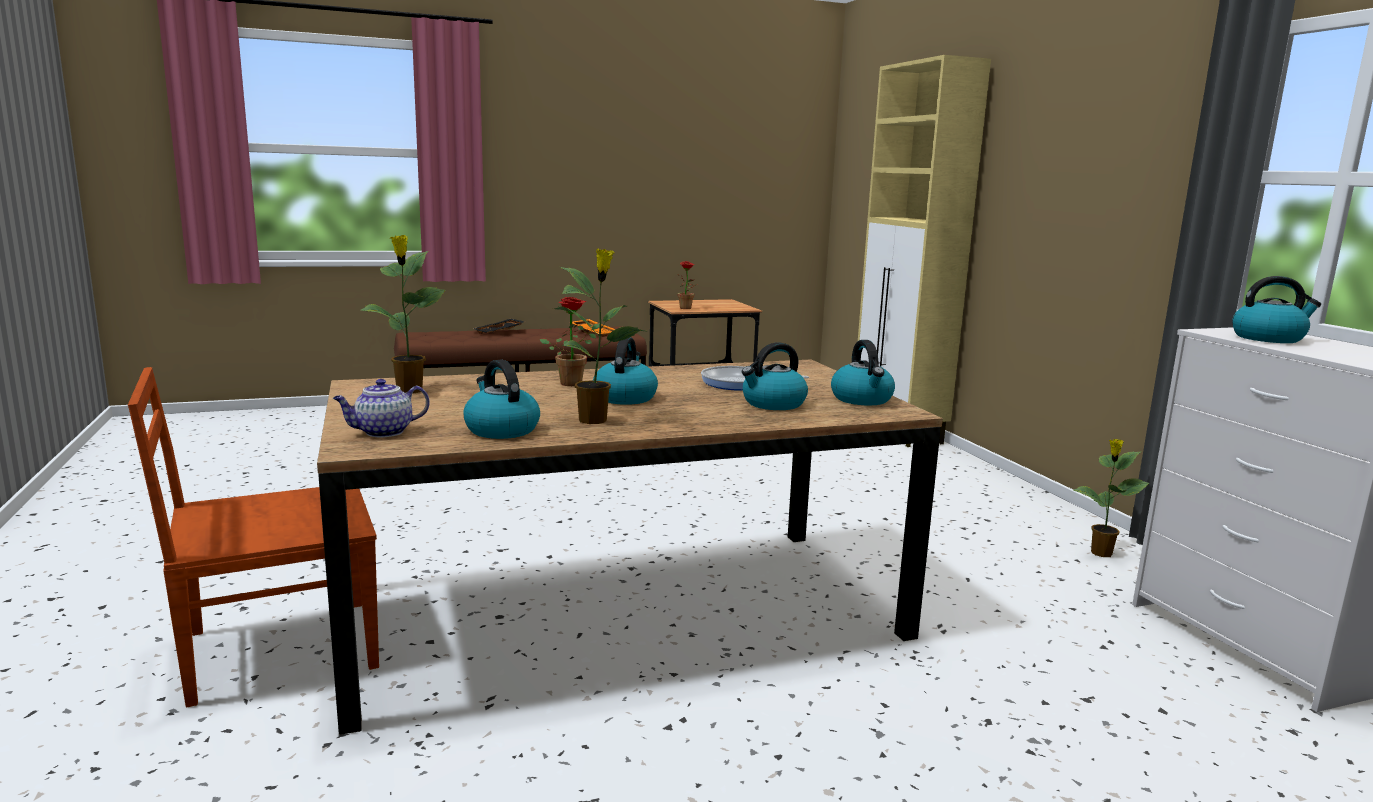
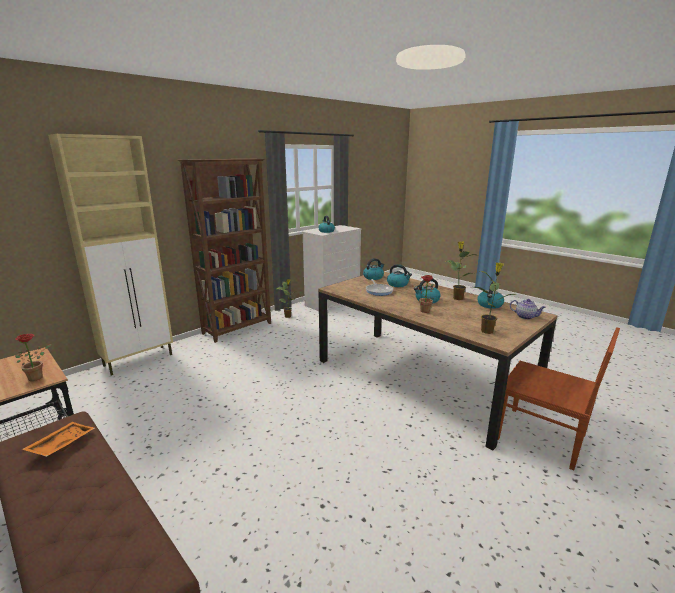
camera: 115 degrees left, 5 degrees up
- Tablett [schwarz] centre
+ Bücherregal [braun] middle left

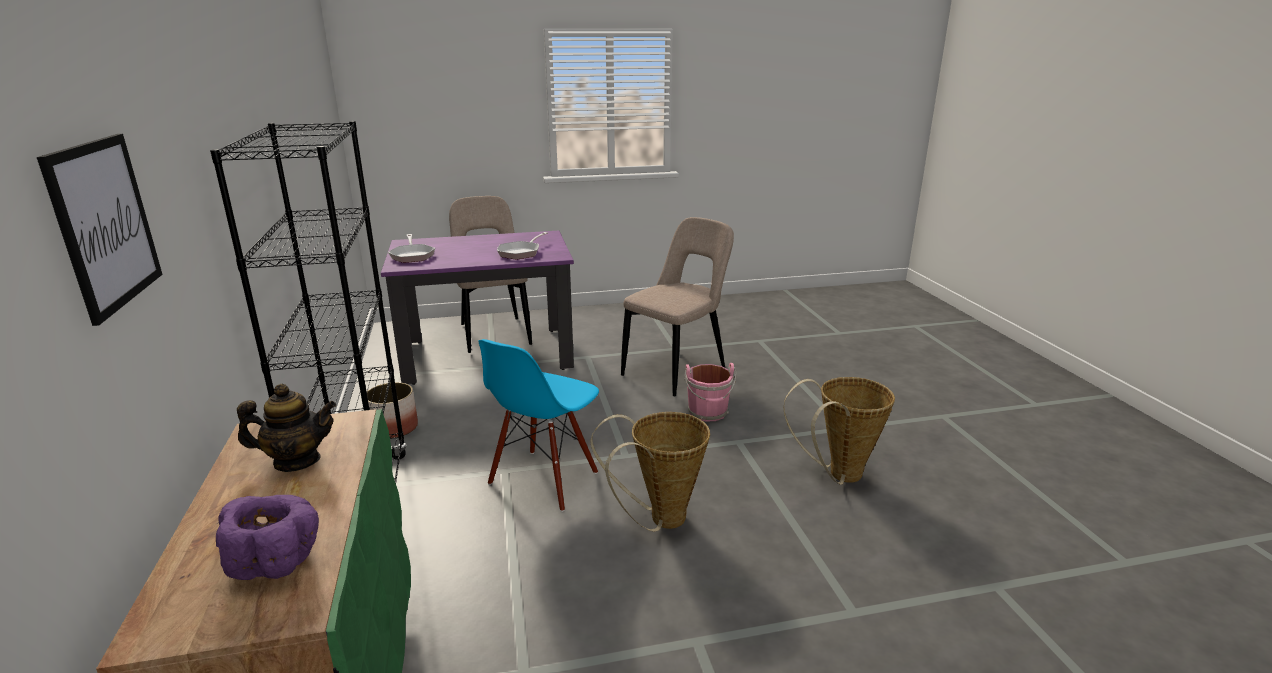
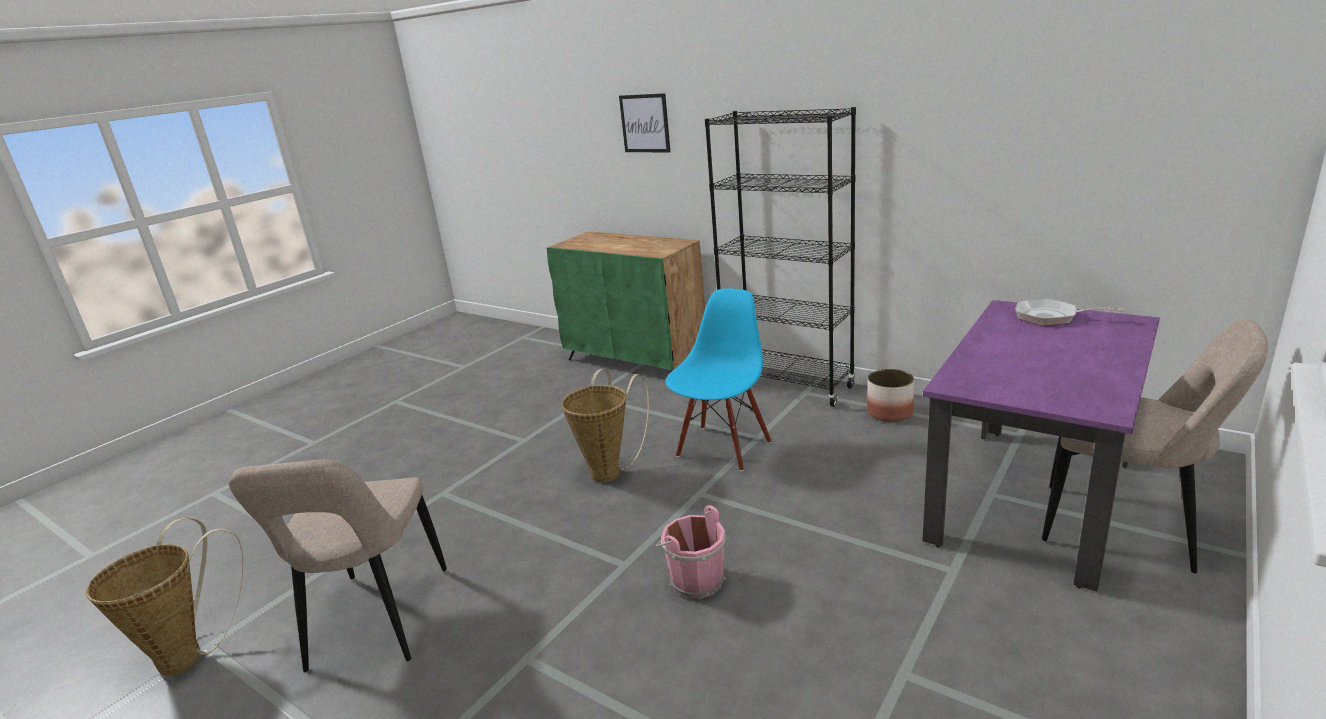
camera: 140 degrees right, 0 degrees up
- Schüssel [lila] bottom left
- Teekanne middle left
~ Stuhl [blau] centre = centre 45 degrees clockwise
- Pfanne (no. 2 from left) centre
~ Stuhl [beige] (no. 2 from left in the first image) centre to Stuhl [beige] (no. 1 from left) bottom left
~ Korb (no. 2 from left in the first image) centre to Korb (no. 1 from left) bottom left

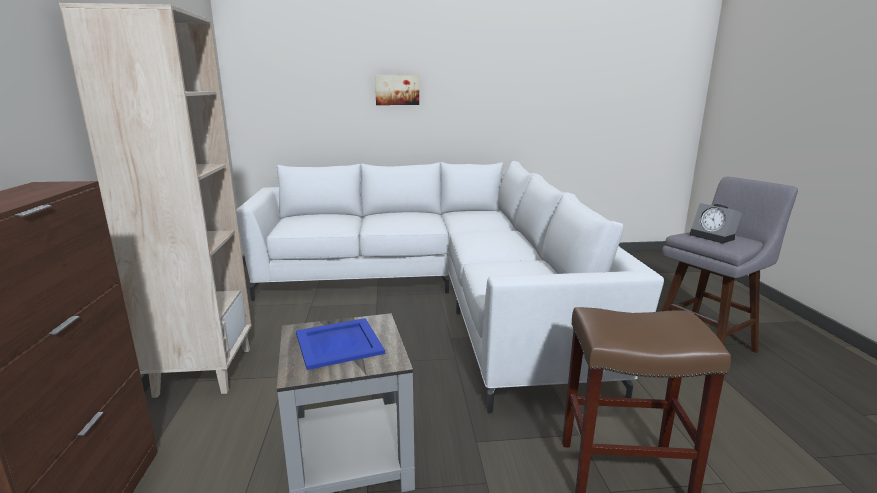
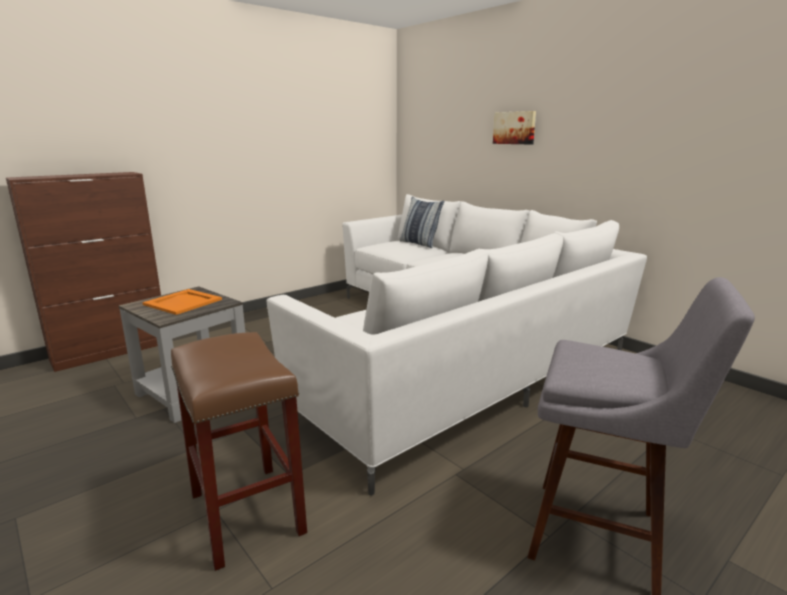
camera: 55 degrees right, 0 degrees up
- Bücherregal [beige] middle left
~ Tablett [blau] bottom centre to Tablett [orange] middle left
- Wecker middle right
+ Kissen centre

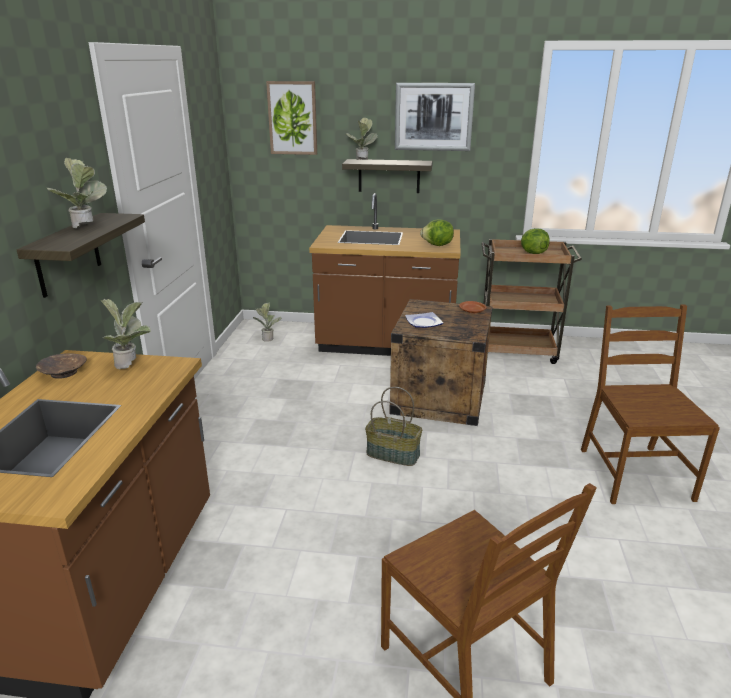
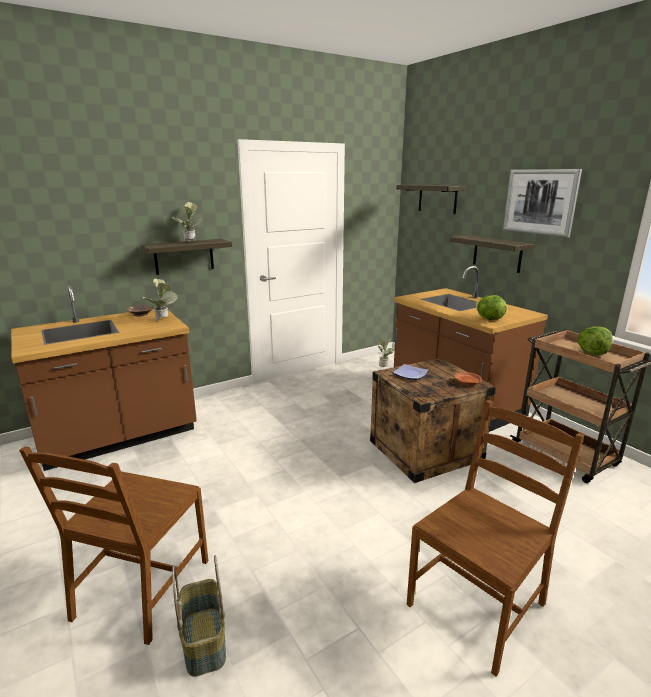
camera: 50 degrees right, 5 degrees down
~ Bild (no. 1 from left) top centre to Wandregal (no. 2 from left) top centre
- Topfpflanze (no. 4 from left) top centre
~ Korb centre to bottom left

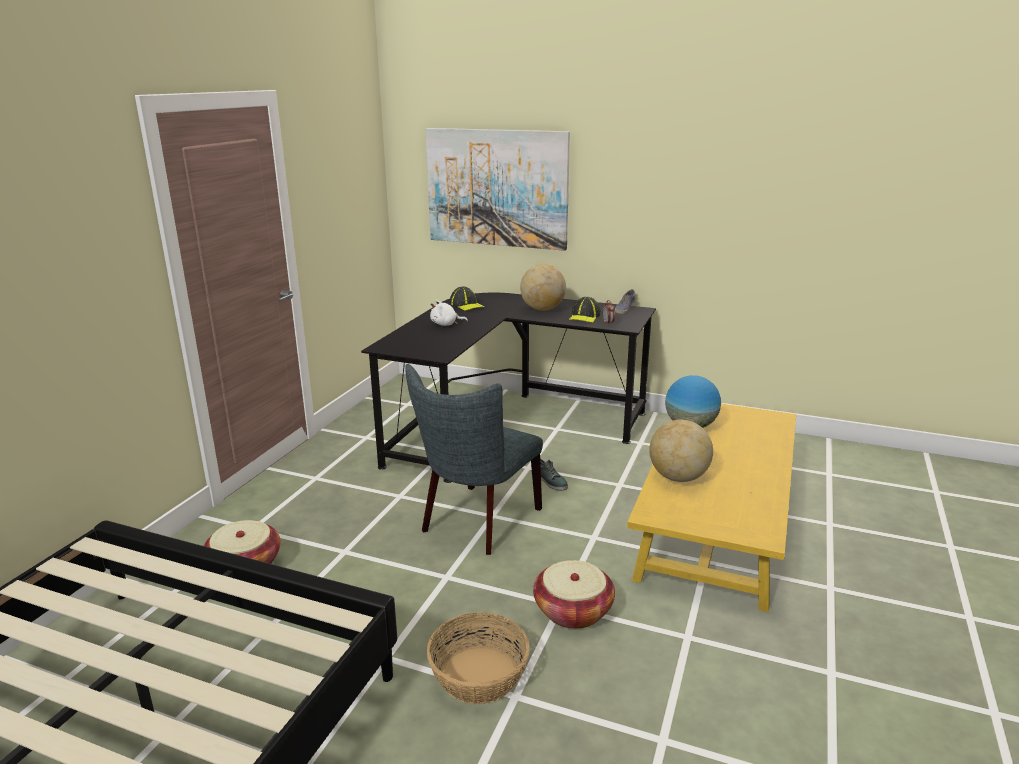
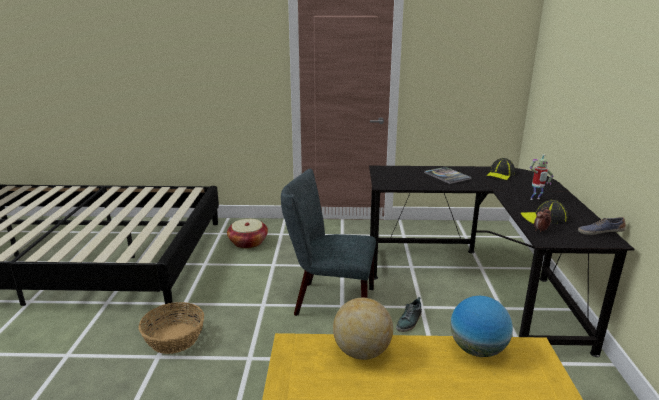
camera: 70 degrees right, 0 degrees up
- Bild top centre
~ Plüschtier [weiß] centre to Buch middle right
~ Globus (no. 1 from left) centre to Spielzeugroboter middle right
- Korb (no. 3 from left) bottom centre

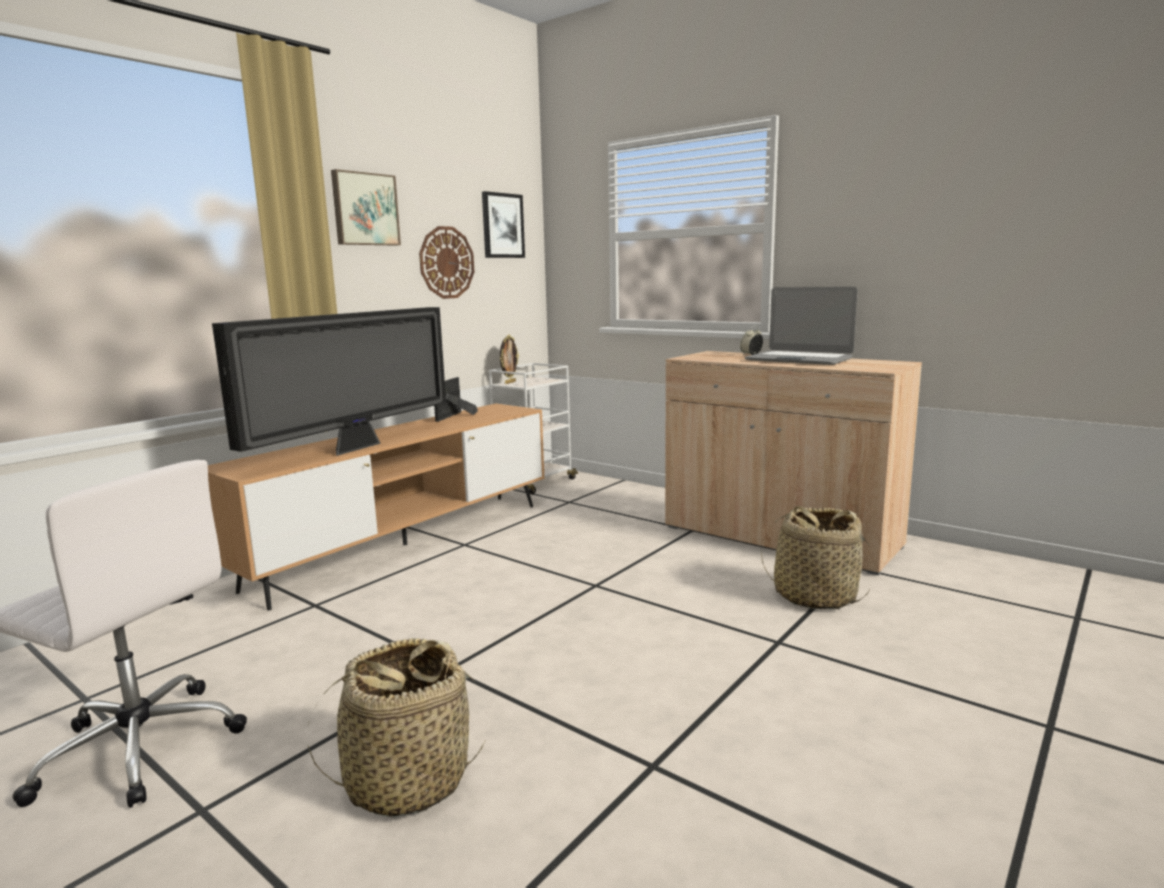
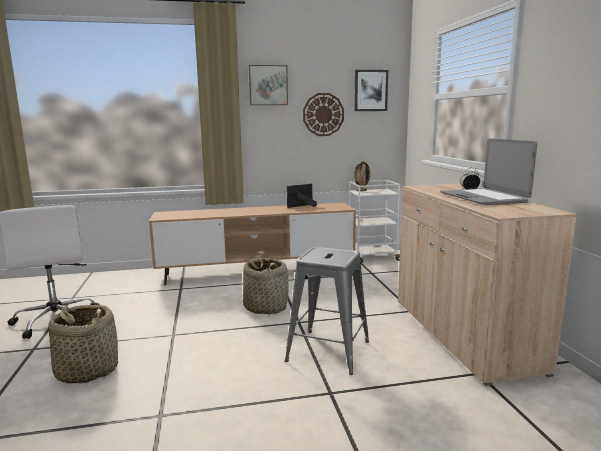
camera: 40 degrees right, 0 degrees up
- Fernseher middle left
~ Korb (no. 2 from left) middle right to centre
+ Hocker [grau] bottom centre

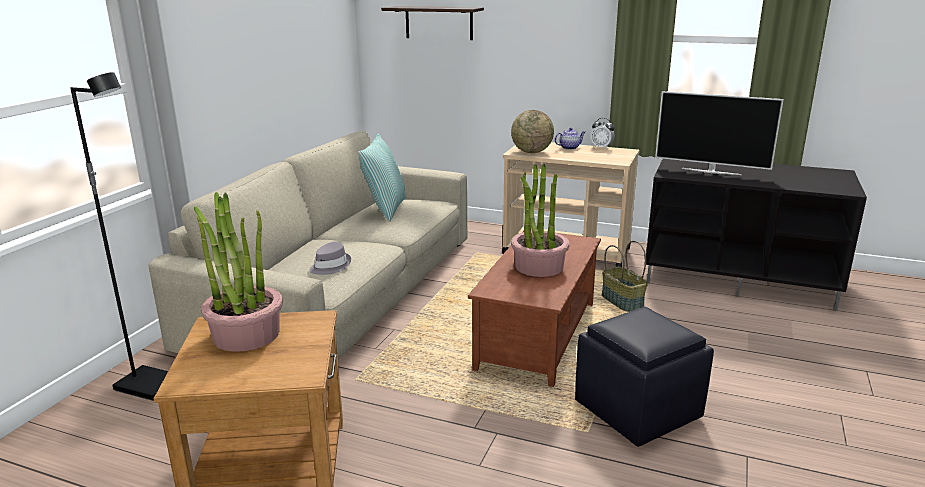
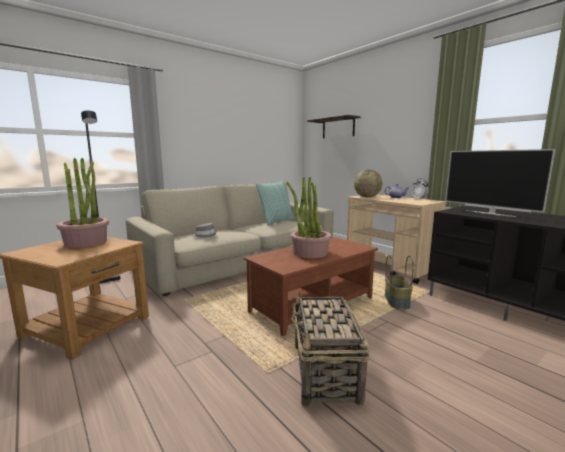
camera: 30 degrees right, 10 degrees down
~ Polsterhocker [schwarz] bottom right to Korb (no. 1 from left) bottom centre

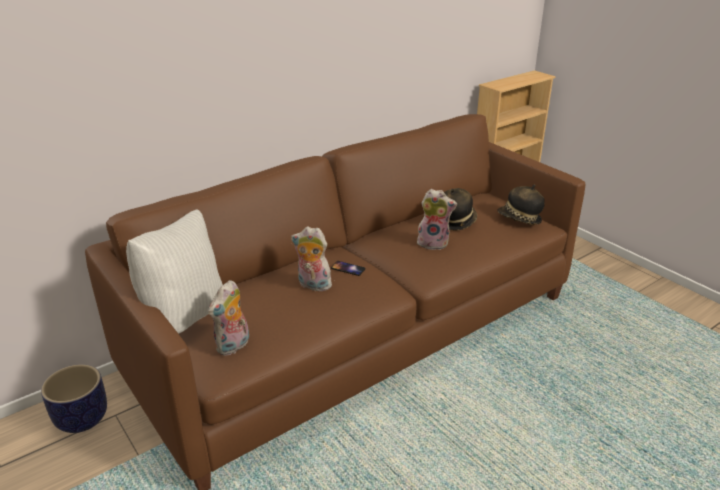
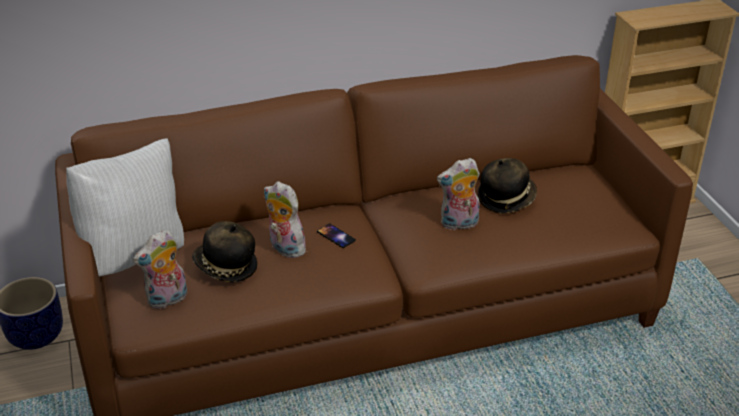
camera: 20 degrees right, 5 degrees up
~ Plüschtier (no. 3 from left) centre = centre 135 degrees clockwise
~ Hut (no. 2 from left in the first image) middle right to Hut (no. 1 from left) middle left

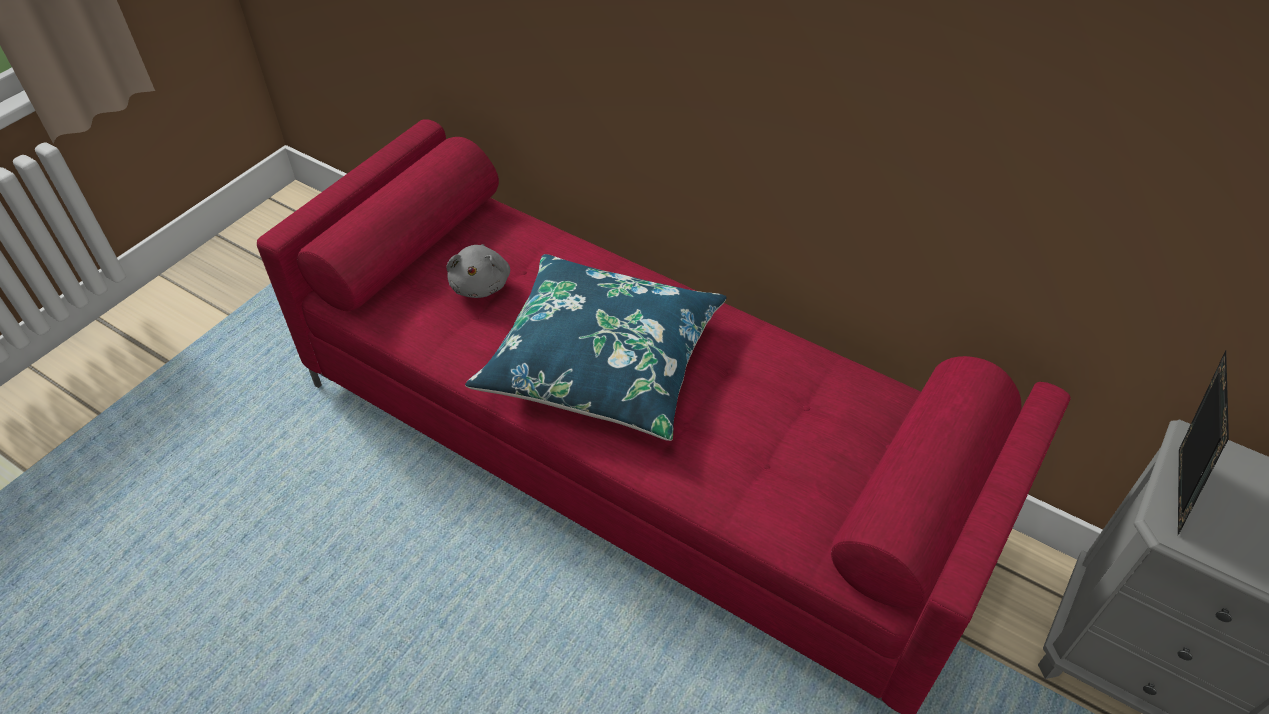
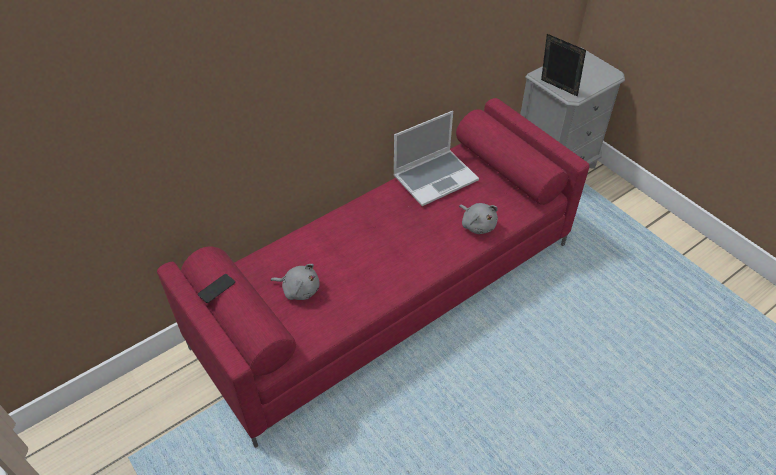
camera: 70 degrees left, 0 degrees up
- Kissen [blau] centre
+ Handy middle left
+ Laptop top centre
+ Plüschtier [grau] (no. 2 from left) centre

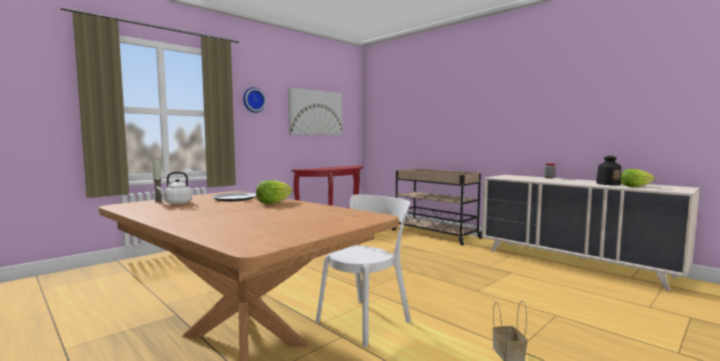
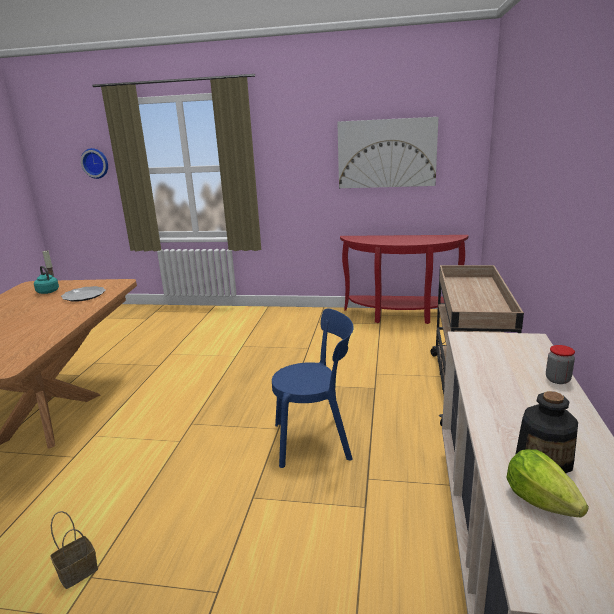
camera: 55 degrees right, 15 degrees up
~ Wasserkessel [weiß] middle left to Wasserkessel [türkis] middle left
~ Wanduhr top centre to top left
- Salatkopf (no. 1 from left) centre
- Stuhl [weiß] bottom centre
+ Stuhl [blau] centre

